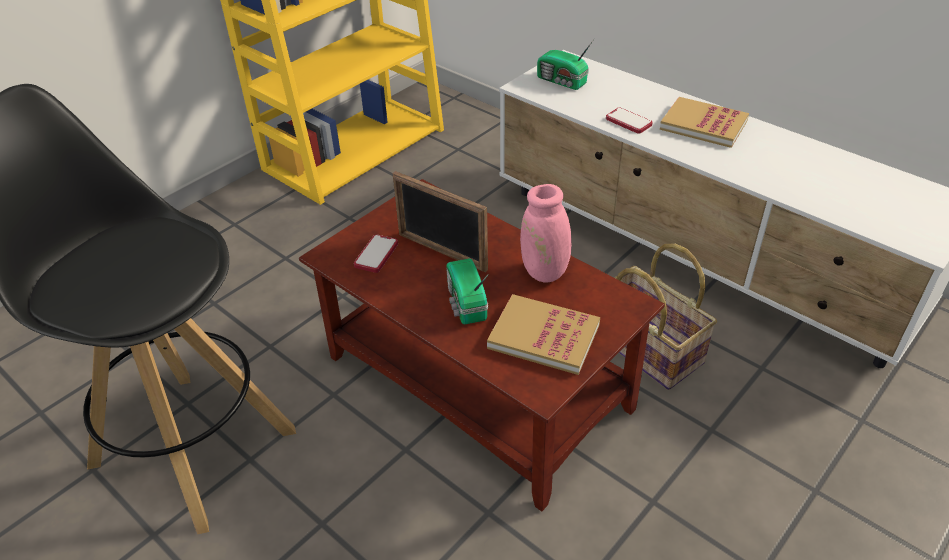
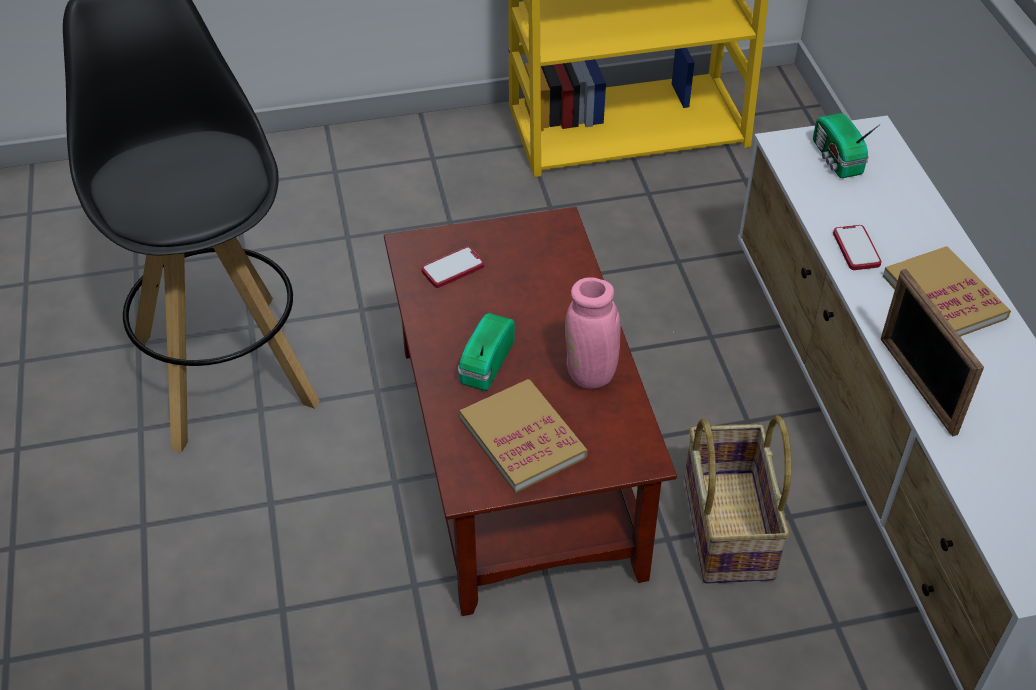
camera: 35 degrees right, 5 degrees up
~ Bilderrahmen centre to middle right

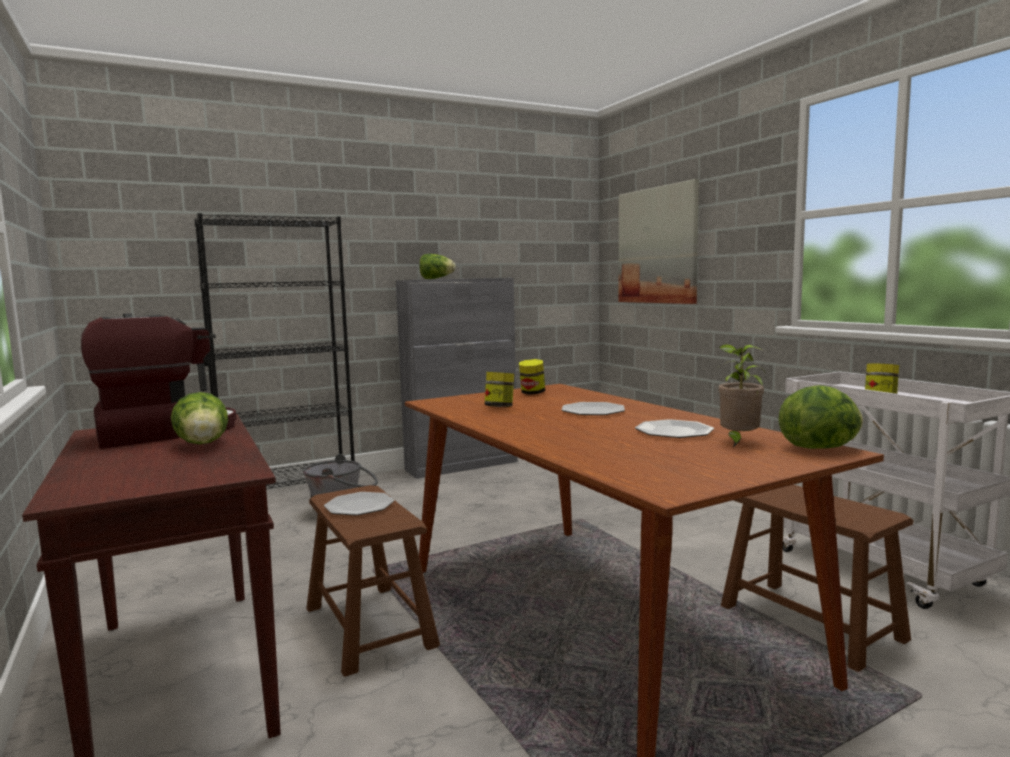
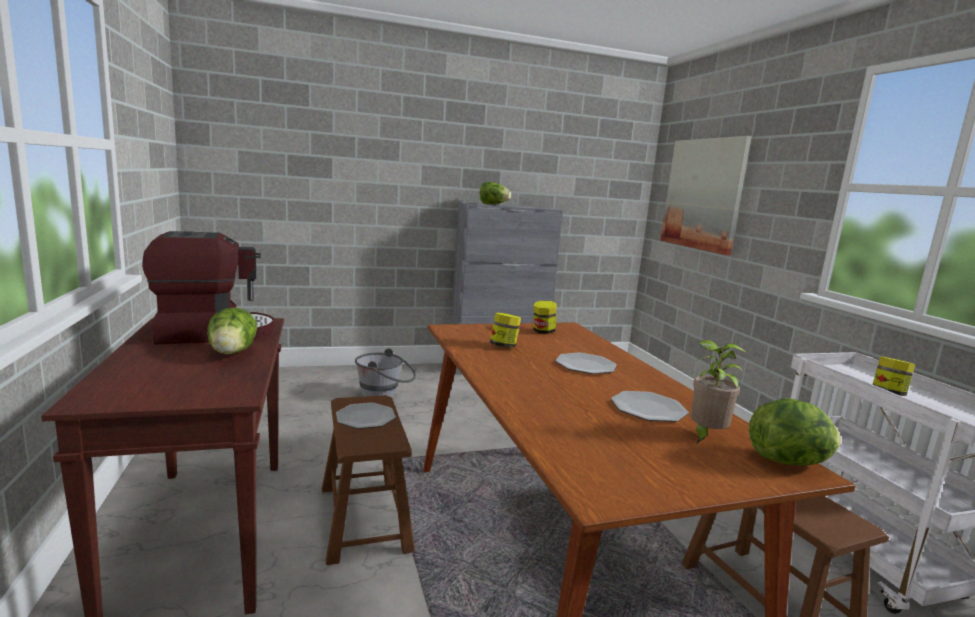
camera: 10 degrees right, 5 degrees up
- Bücherregal [schwarz] middle left

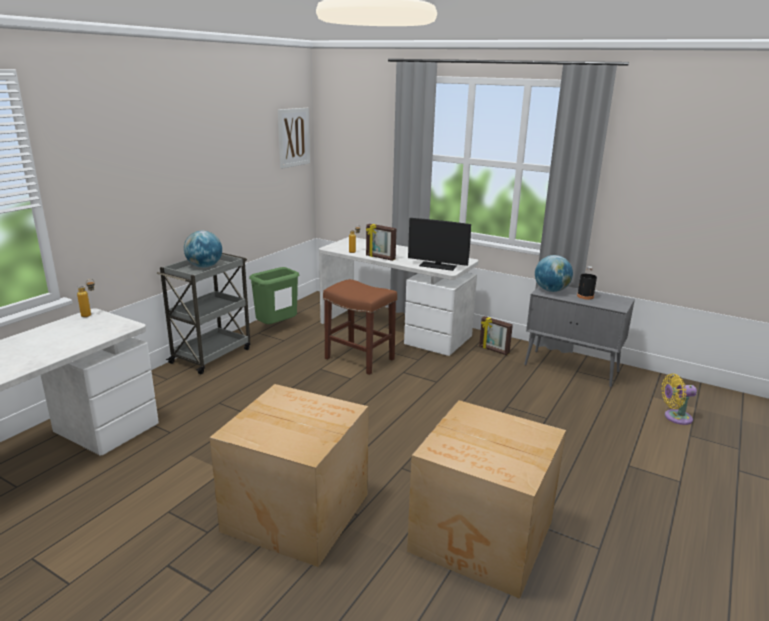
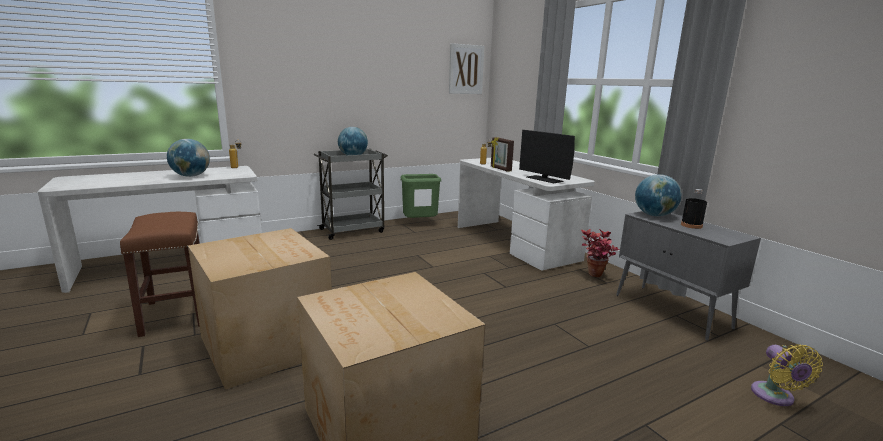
camera: 30 degrees right, 5 degrees down
~ Hocker [braun] centre to middle left
~ Bilderrahmen (no. 2 from left) centre to Topfpflanze middle right
~ Ventilator [gelb] middle right = bottom right 120 degrees counterclockwise
+ Globus (no. 1 from left) middle left

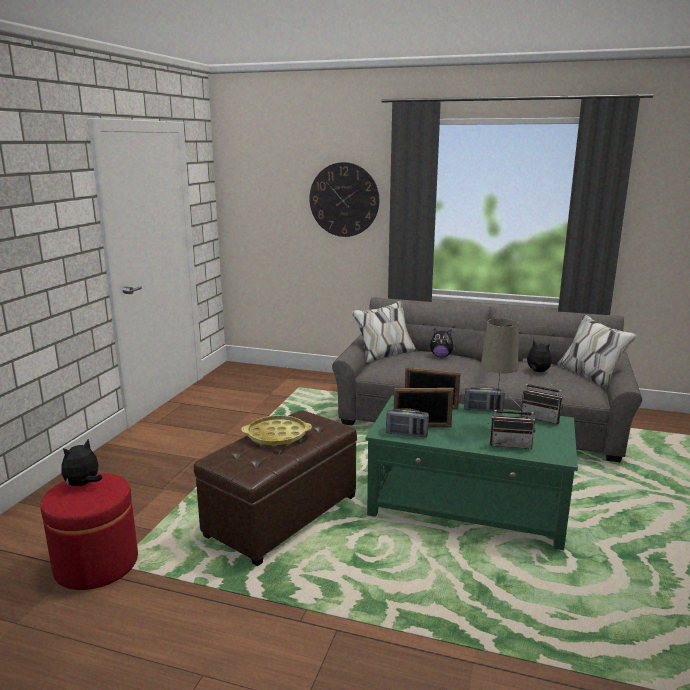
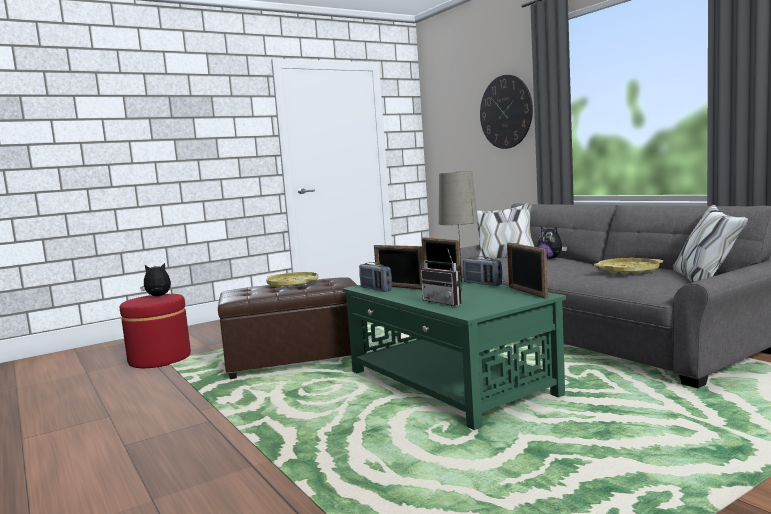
camera: 40 degrees right, 10 degrees down
~ Radio (no. 4 from left) middle right to Bilderrahmen (no. 3 from left) middle right
~ Plüschtier (no. 3 from left) middle right to Tablett [gelb] (no. 2 from left) middle right

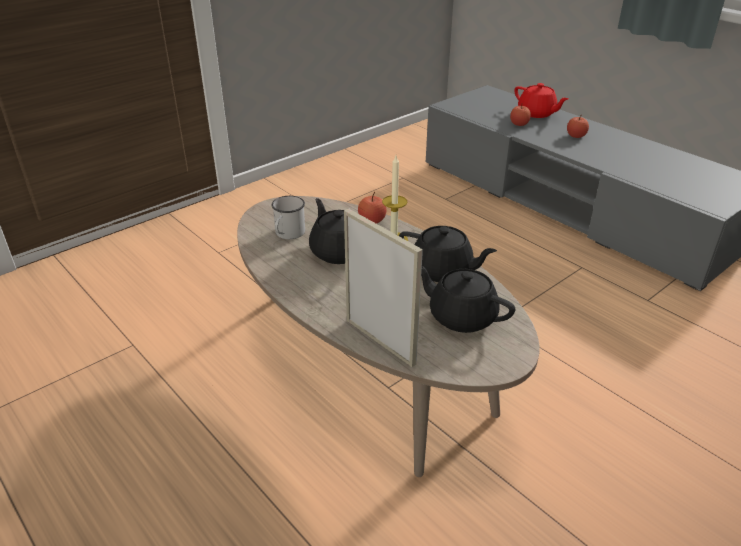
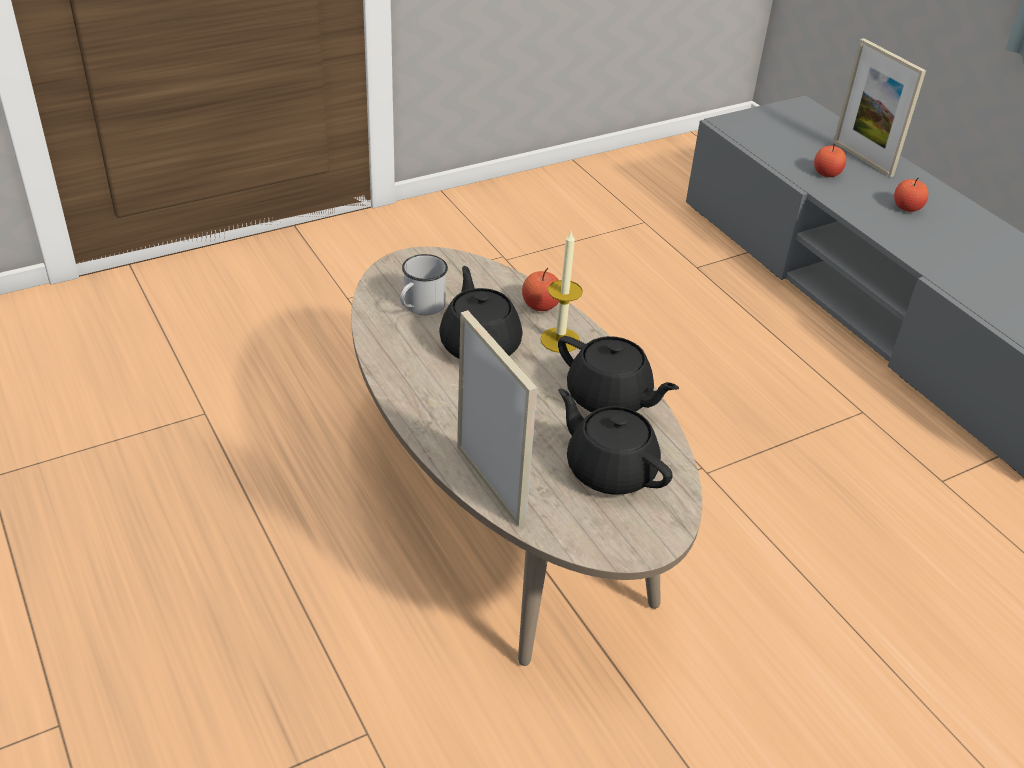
camera: 10 degrees right, 5 degrees up
~ Teekanne [rot] top right to Bilderrahmen (no. 2 from left) top right

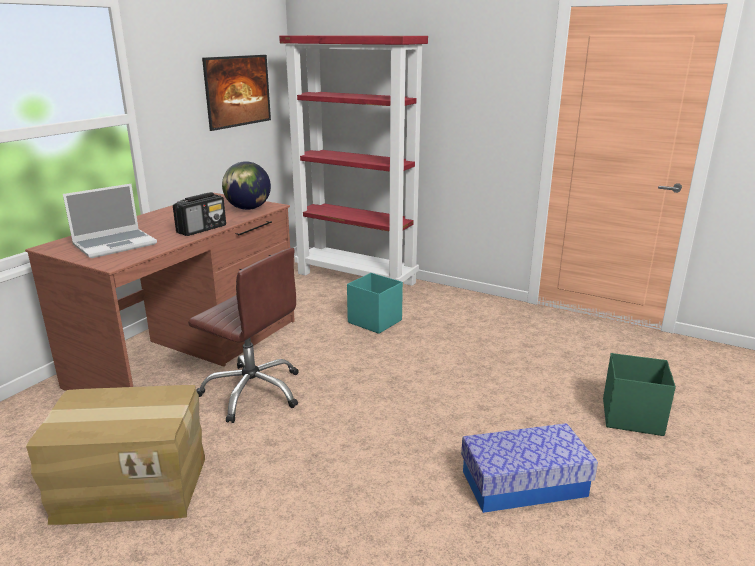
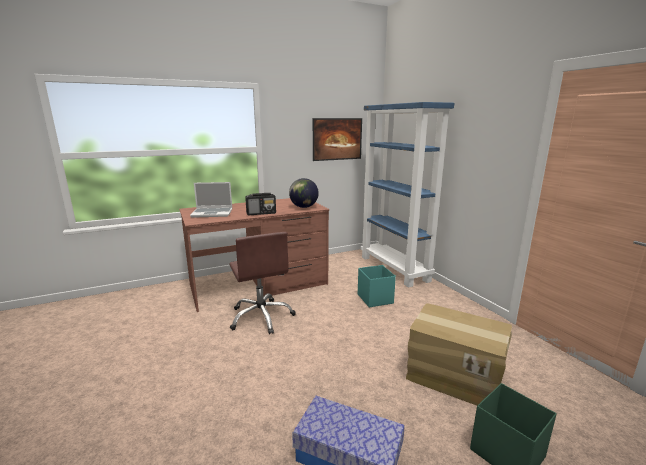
camera: 35 degrees right, 5 degrees down
~ Karton bottom left to bottom right
~ Bücherregal [rot] top centre to Bücherregal [blau] centre

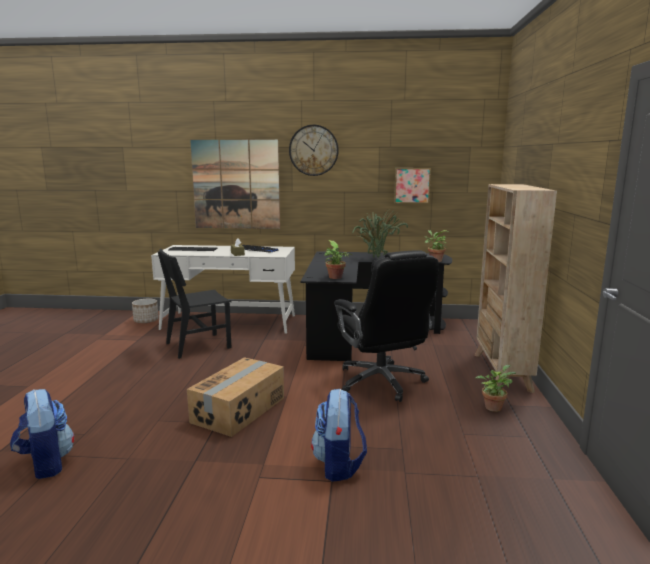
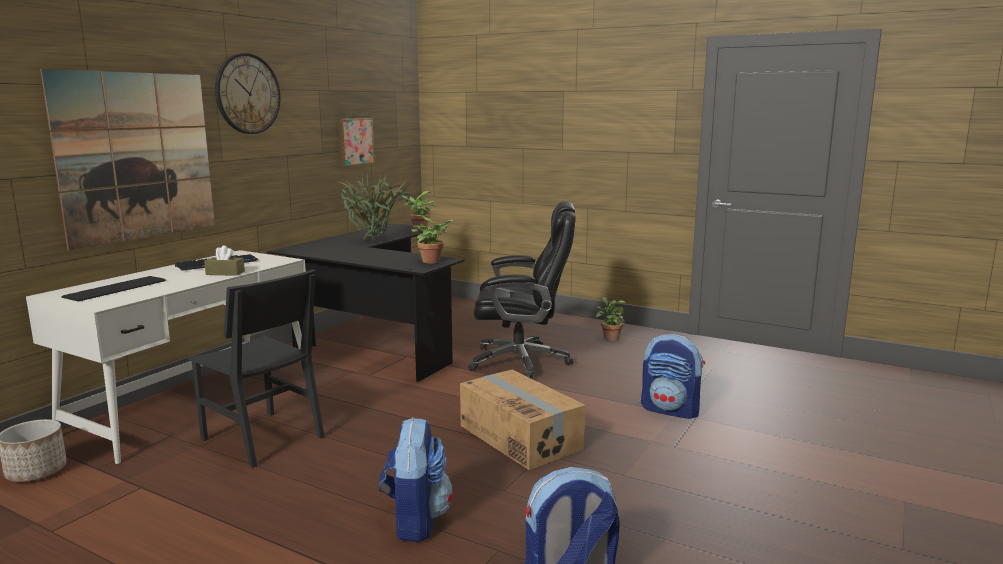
camera: 65 degrees left, 0 degrees up
~ Stuhl [schwarz] middle left = middle left 45 degrees counterclockwise
- Bücherregal [beige] middle right
+ Rucksack (no. 1 from left) bottom centre

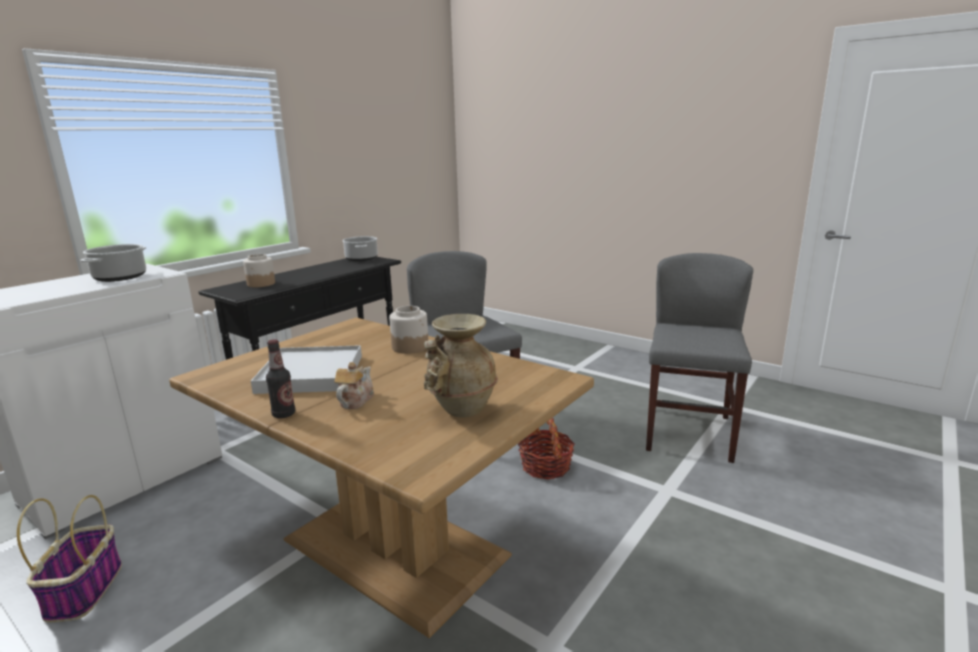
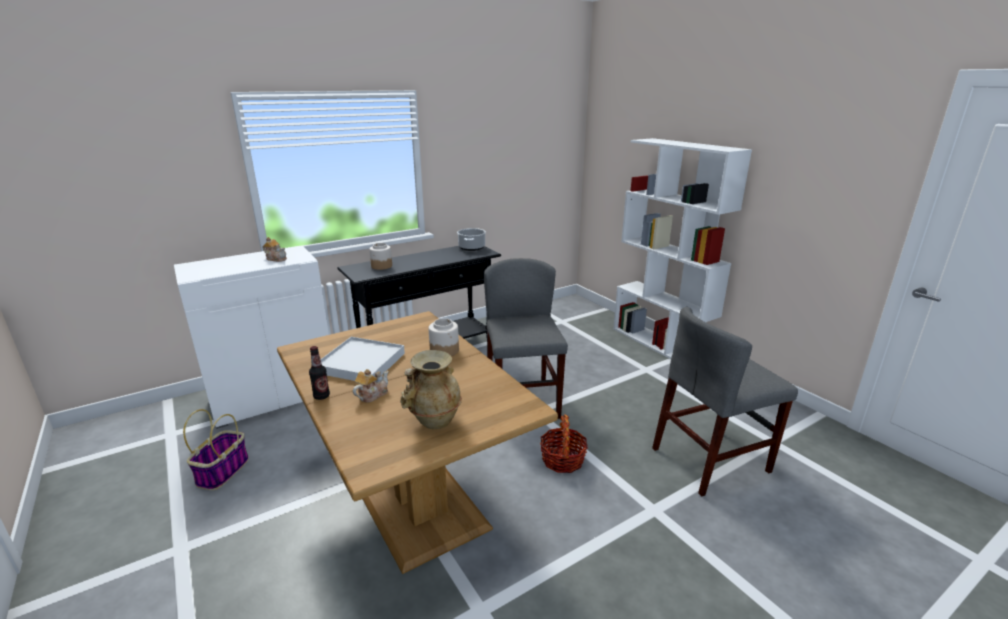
camera: 20 degrees right, 5 degrees up
~ Kochtopf (no. 1 from left) middle left to Teekanne (no. 1 from left) middle left
~ Stuhl [grau] (no. 2 from left) middle right = middle right 150 degrees counterclockwise
+ Bücherregal [weiß] middle right

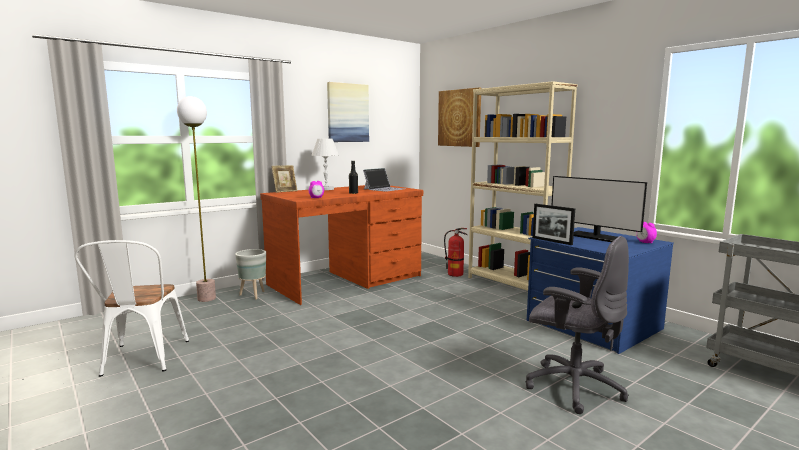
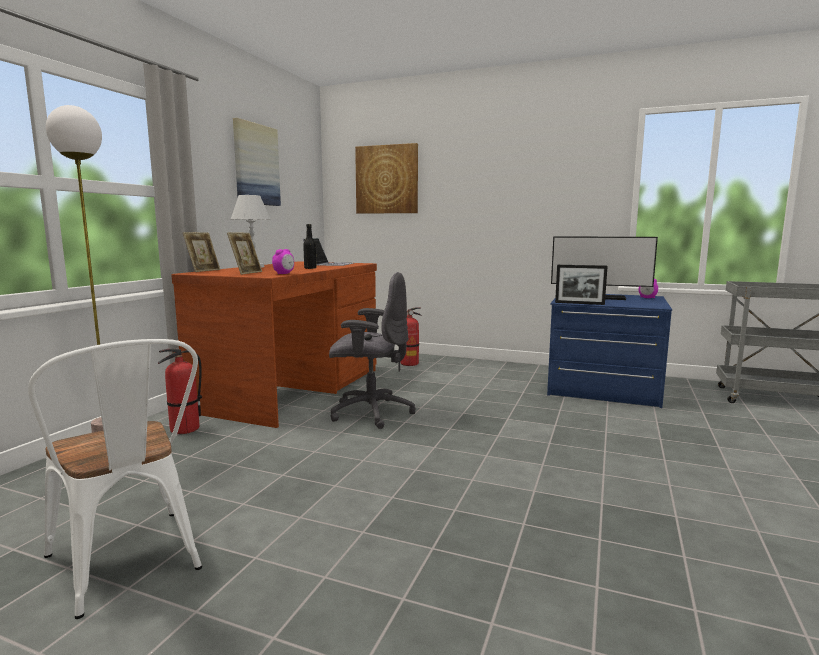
camera: 30 degrees left, 0 degrees up
~ Pflanzkübel [grau] middle left to Feuerlöscher (no. 1 from left) middle left
- Bücherregal [beige] centre
~ Bürostuhl [grau] bottom right to centre
+ Bilderrahmen (no. 2 from left) middle left

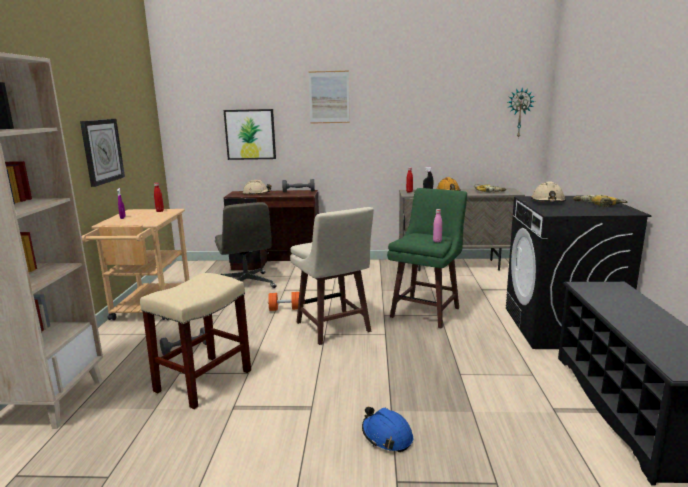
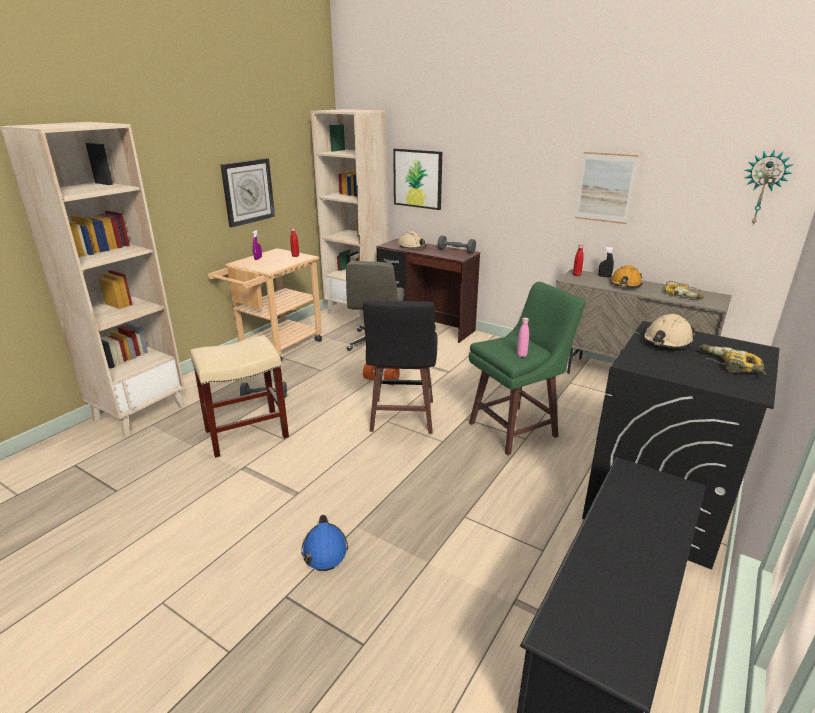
camera: 30 degrees right, 10 degrees up
~ Hocker [beige] (no. 2 from left) centre to Hocker [schwarz] centre
~ Bild (no. 2 from left) top centre to top right
+ Bücherregal [beige] (no. 2 from left) top centre

